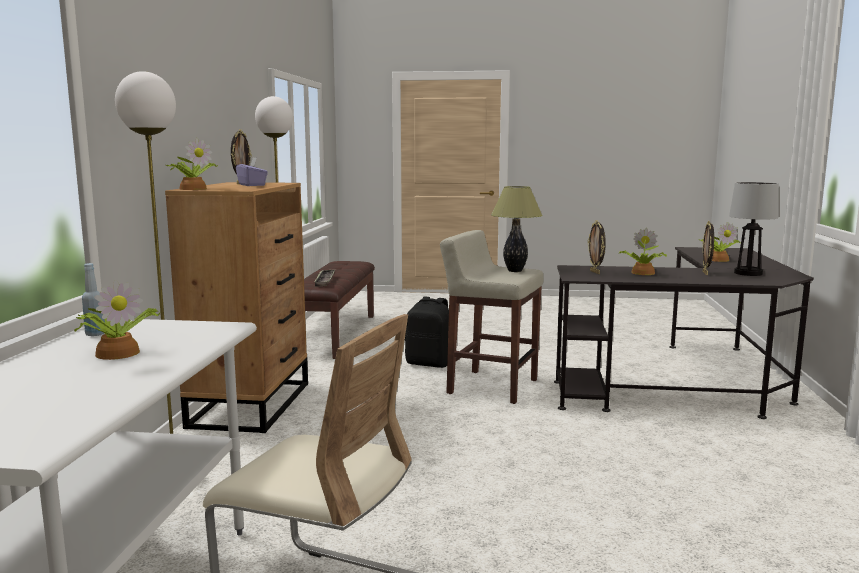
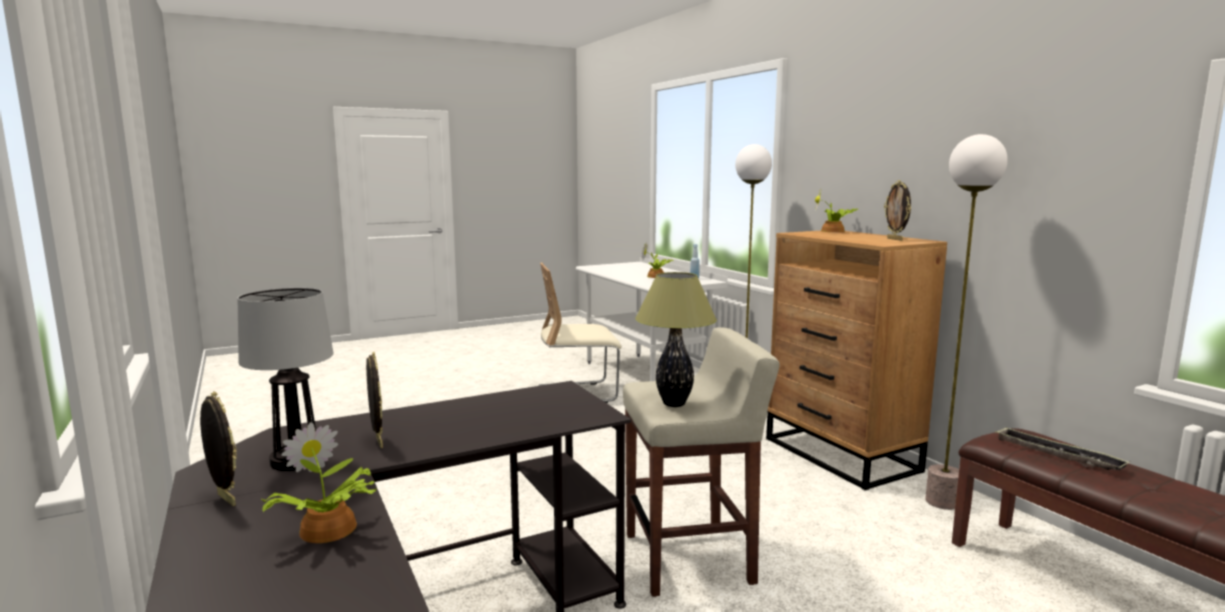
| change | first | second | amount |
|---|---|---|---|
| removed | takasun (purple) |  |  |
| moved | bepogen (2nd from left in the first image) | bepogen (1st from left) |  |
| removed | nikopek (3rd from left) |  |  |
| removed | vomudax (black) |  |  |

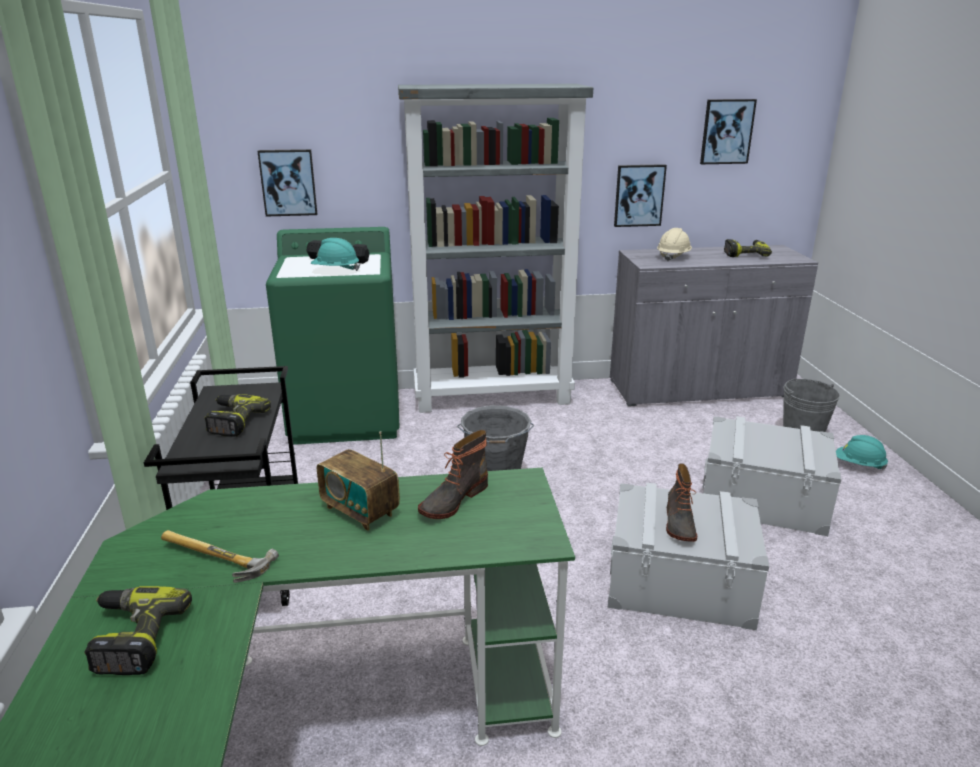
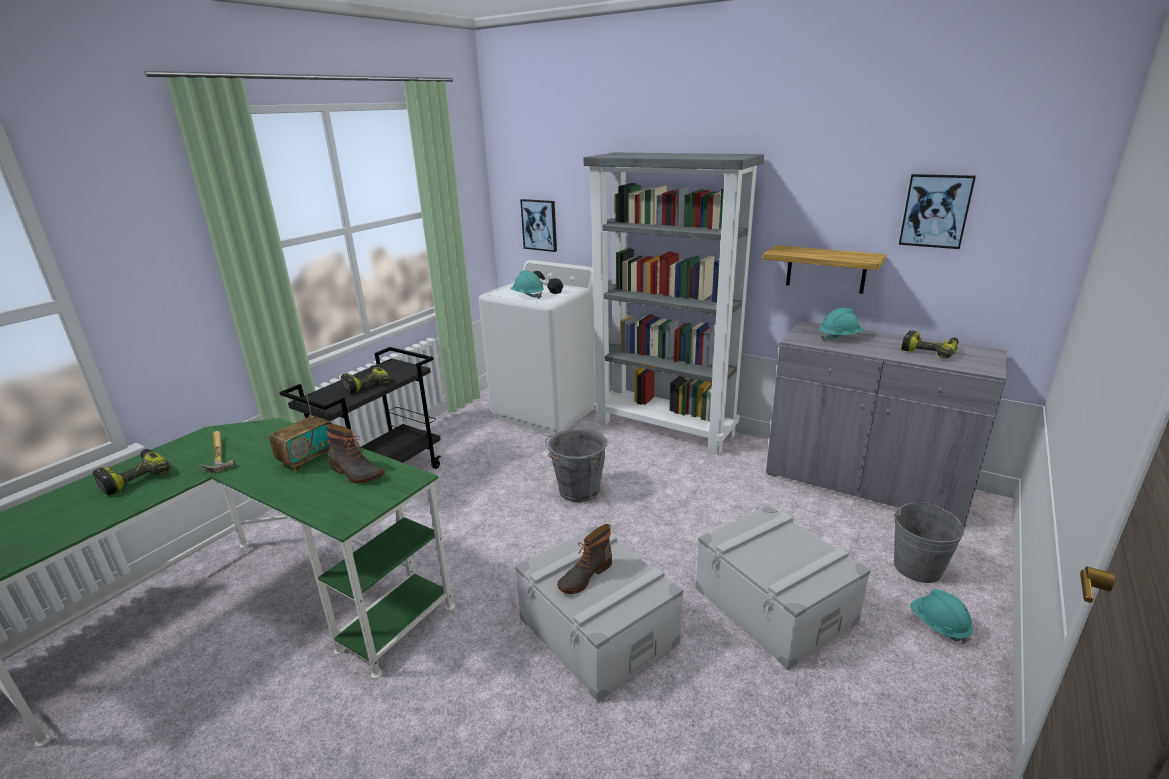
| change | first | second | amount |
|---|---|---|---|
| replaced | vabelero (2nd from left) | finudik |  |
| recoloured | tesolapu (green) | tesolapu (white) |  |
| recoloured | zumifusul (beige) | zumifusul (turquoise) (2nd from left) |  |
| turned | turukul (1st from left) |  | 135 degrees counterclockwise |
| turned | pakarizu |  | 135 degrees counterclockwise |

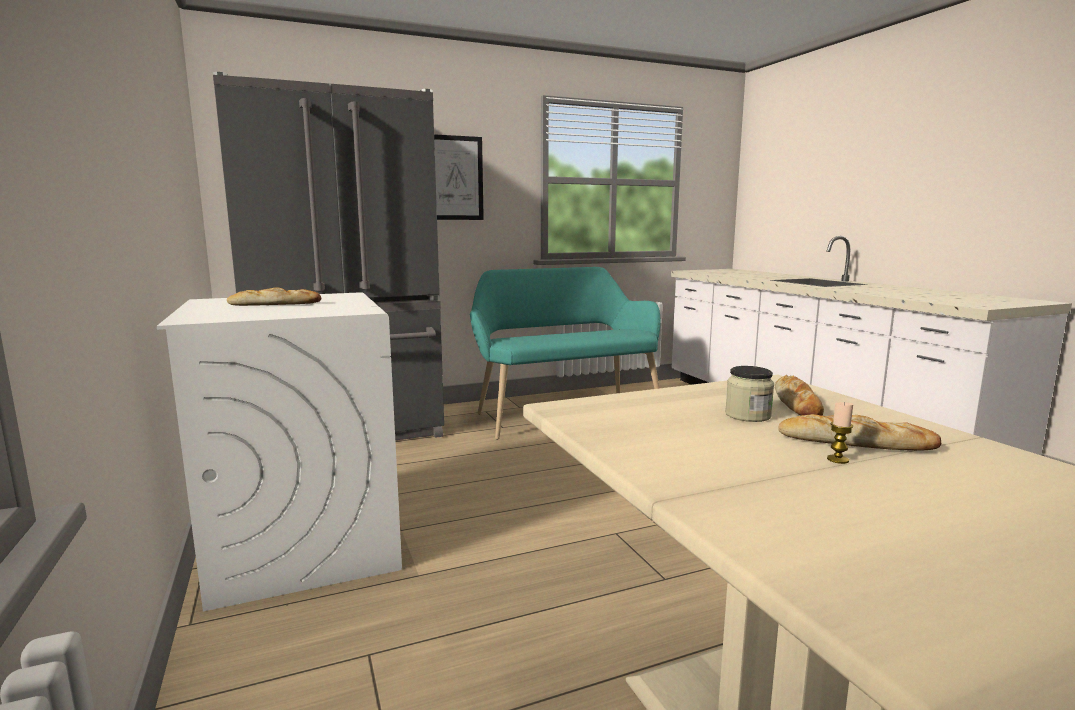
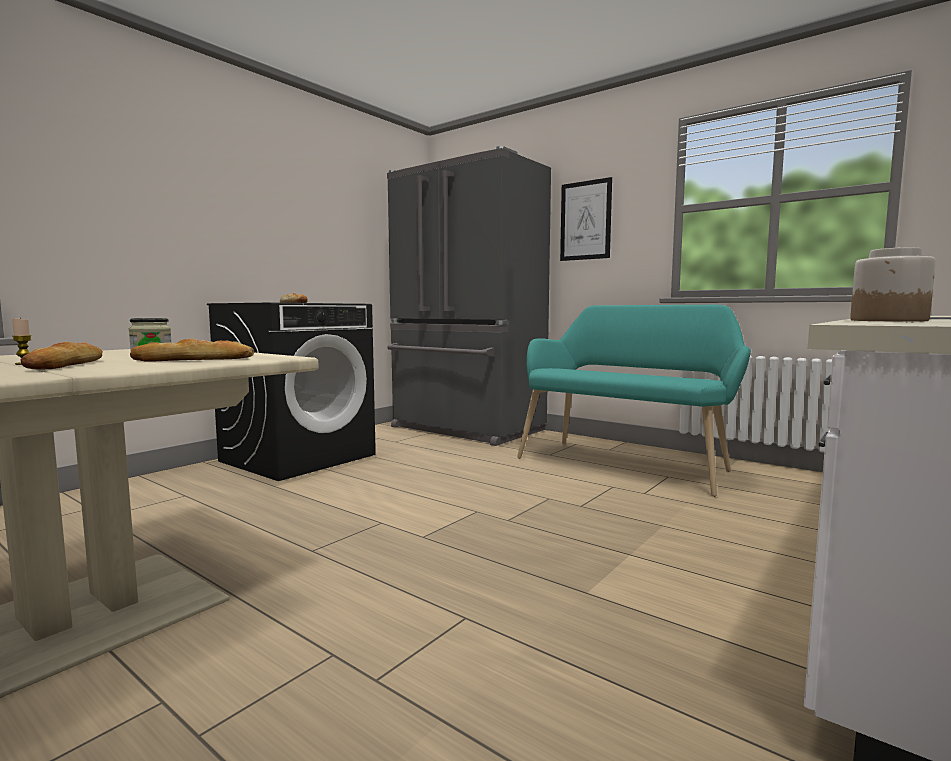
| change | first | second | amount |
|---|---|---|---|
| recoloured | tesolapu (white) | tesolapu (black) |  |
| added |  | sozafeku (2nd from left) |  |

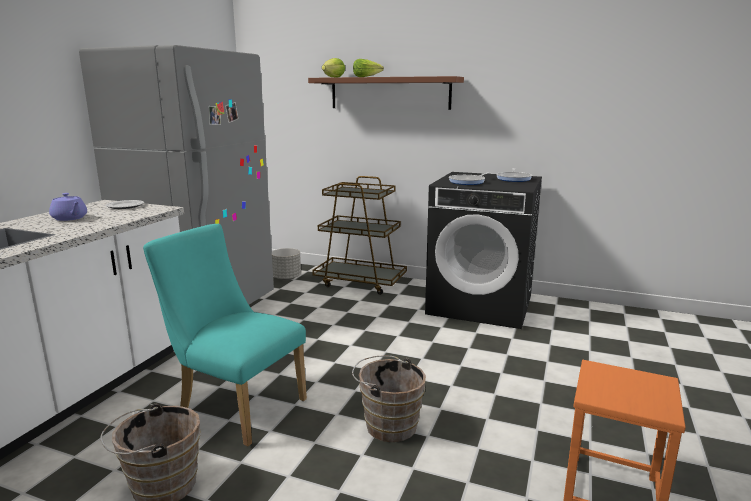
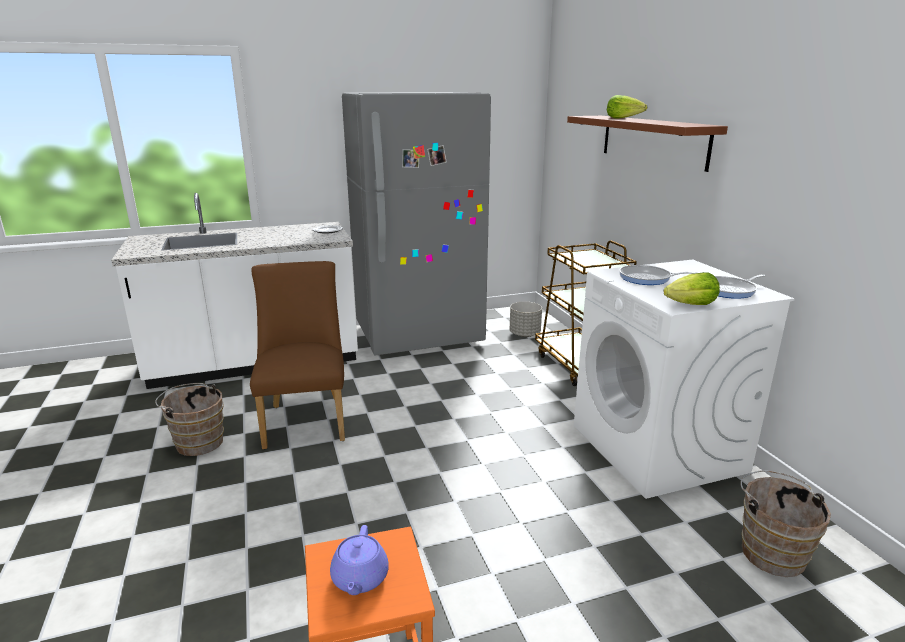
| change | first | second | amount |
|---|---|---|---|
| moved | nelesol (1st from left in the first image) | nelesol (2nd from left) |  |
| recoloured | tesolapu (black) | tesolapu (white) |  |
| moved | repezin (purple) |  |  |
| recoloured | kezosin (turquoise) | kezosin (brown) |  |
| moved | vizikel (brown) (2nd from left) |  |  |

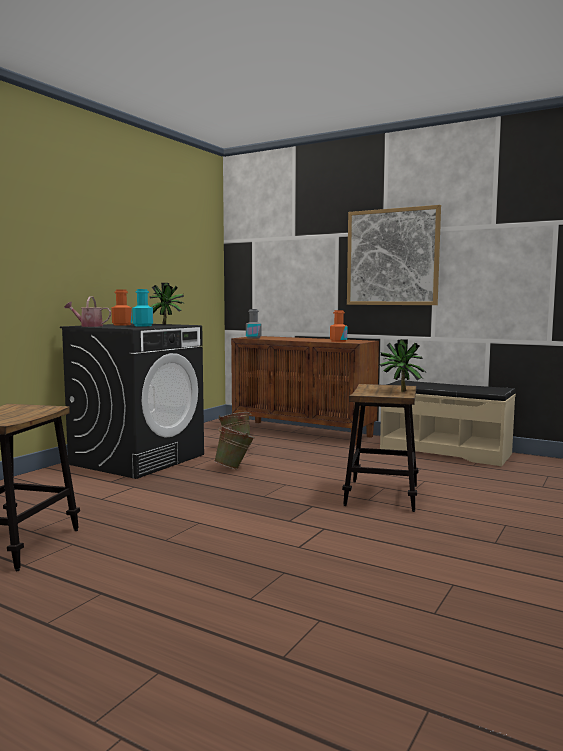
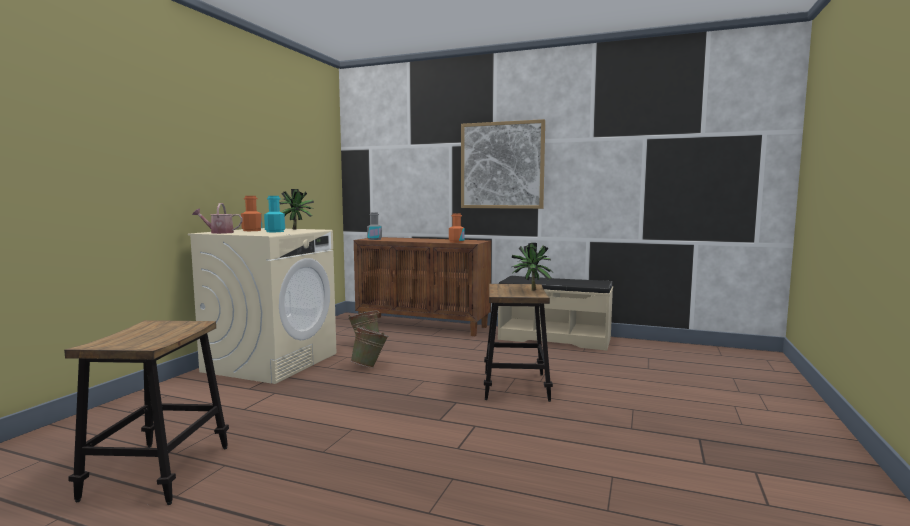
| change | first | second | amount |
|---|---|---|---|
| recoloured | tesolapu (black) | tesolapu (beige) |  |

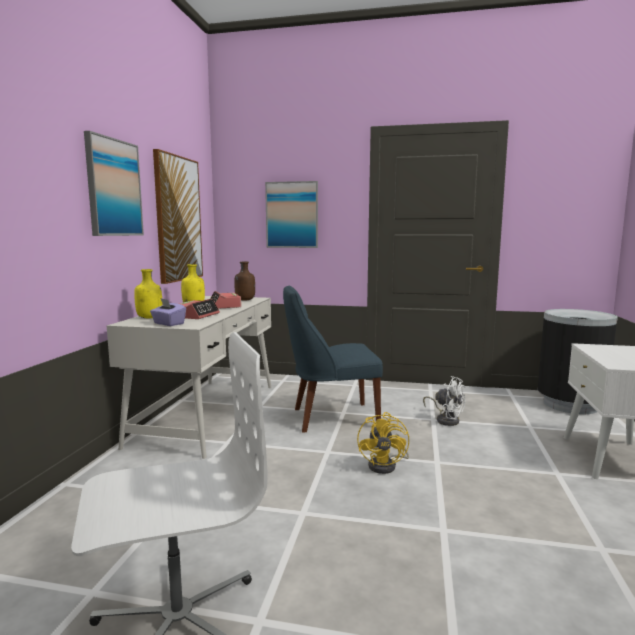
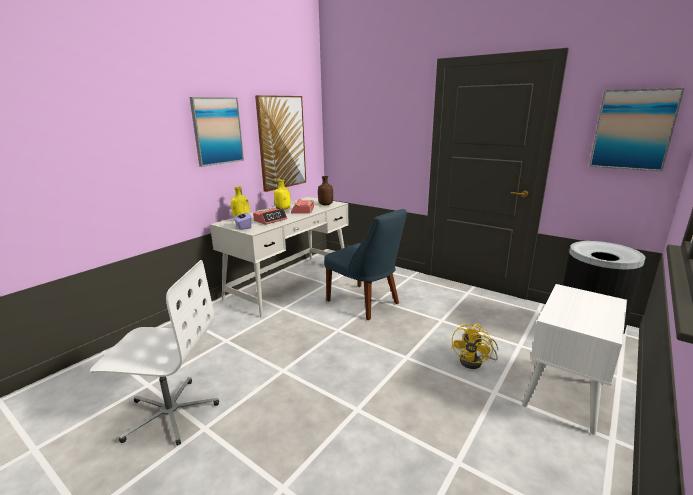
| change | first | second | amount |
|---|---|---|---|
| moved | vabelero (3rd from left) |  |  |
| turned | kezosin (blue) |  | 150 degrees counterclockwise |
| removed | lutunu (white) |  |  |
| moved | lutunu (yellow) |  |  |

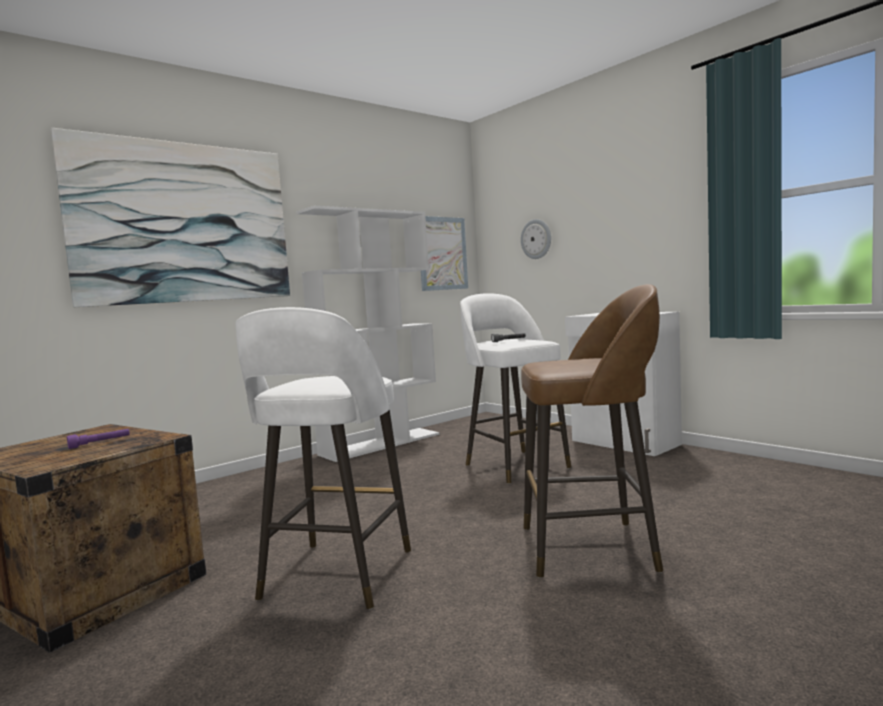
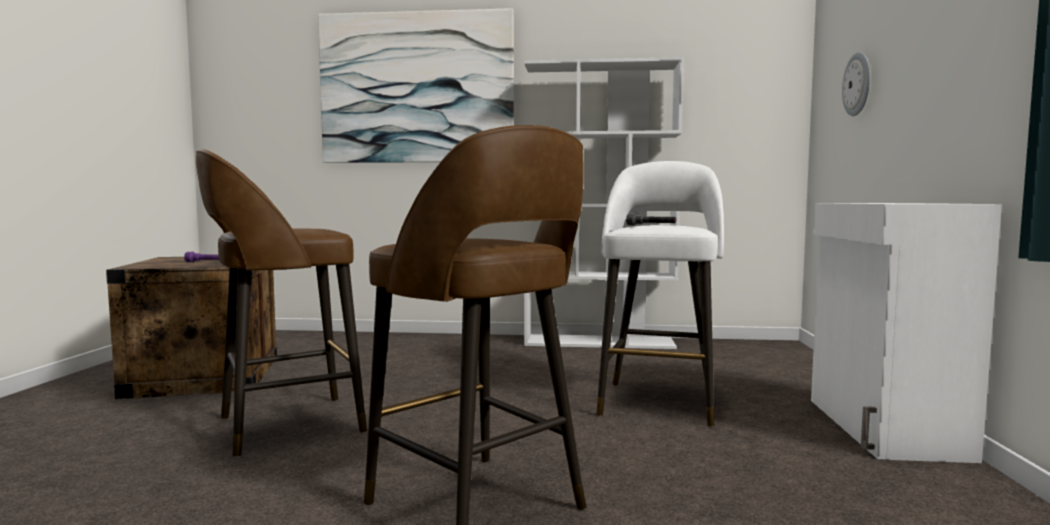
| change | first | second | amount |
|---|---|---|---|
| removed | vabelero (2nd from left) |  |  |
| recoloured | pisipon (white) (1st from left) | pisipon (brown) (1st from left) |  |

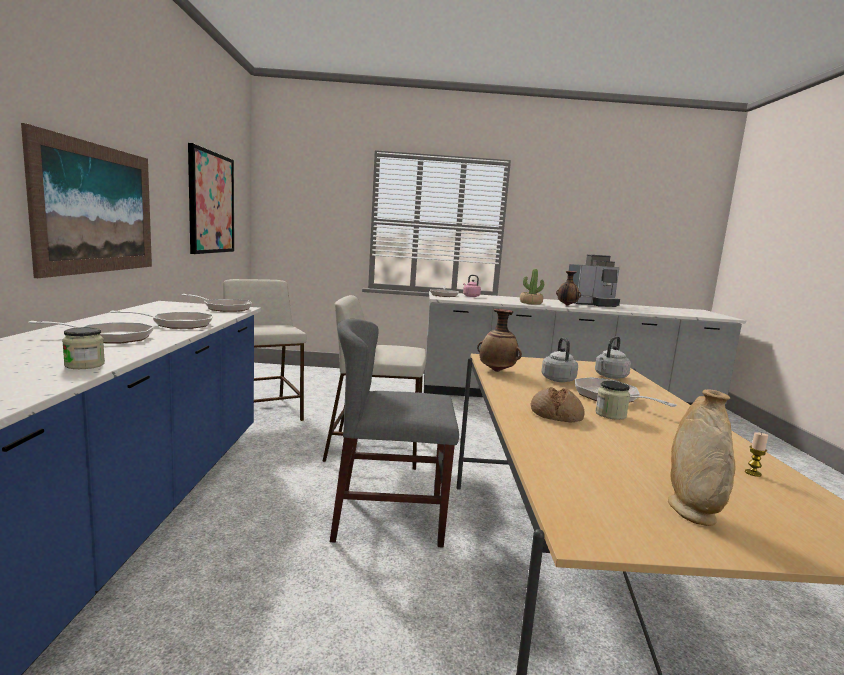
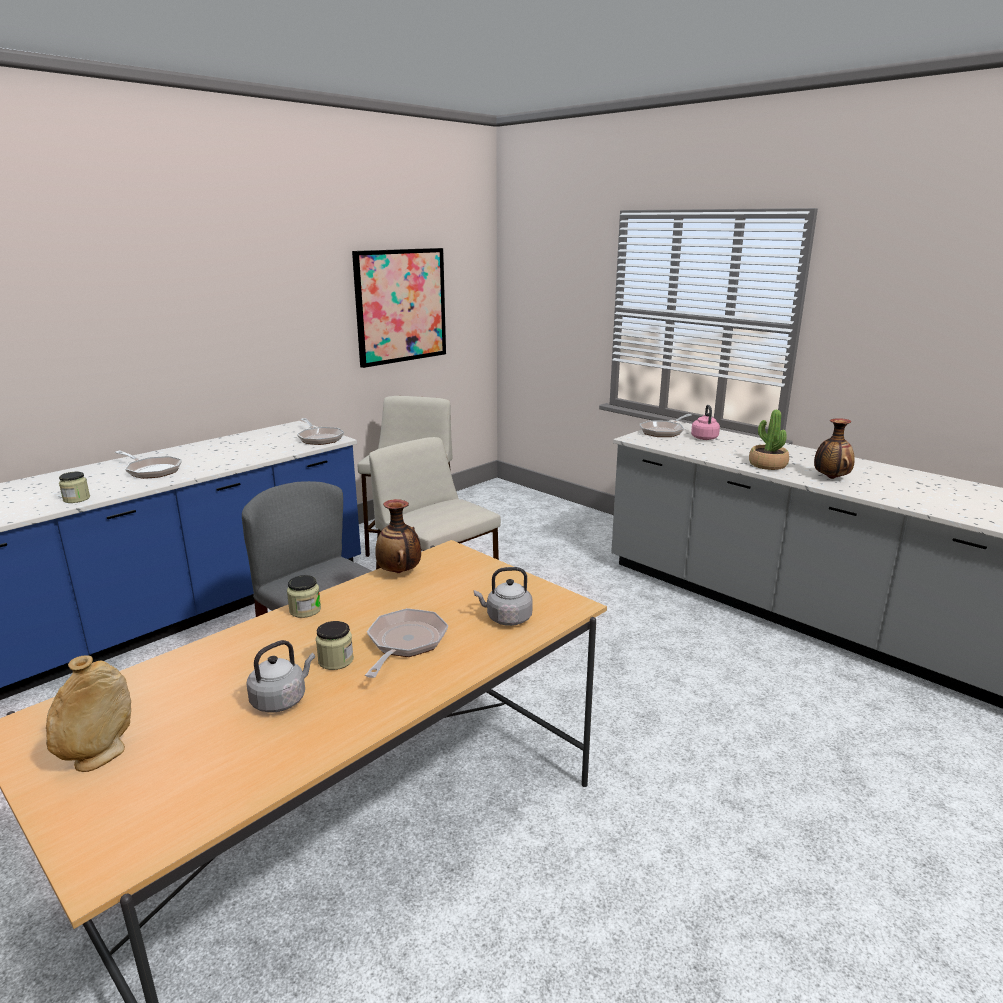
| change | first | second | amount |
|---|---|---|---|
| removed | vabelero (1st from left) |  |  |
| removed | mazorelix |  |  |
| removed | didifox (2nd from left) |  |  |
| moved | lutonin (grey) (1st from left) |  |  |
| removed | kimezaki |  |  |
| removed | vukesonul |  |  |
| added |  | sozafeku (2nd from left) |  |

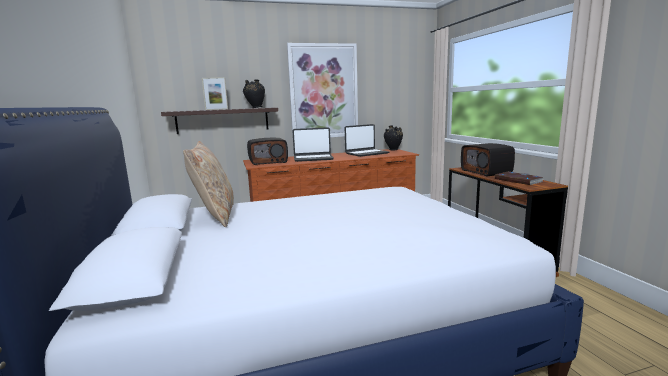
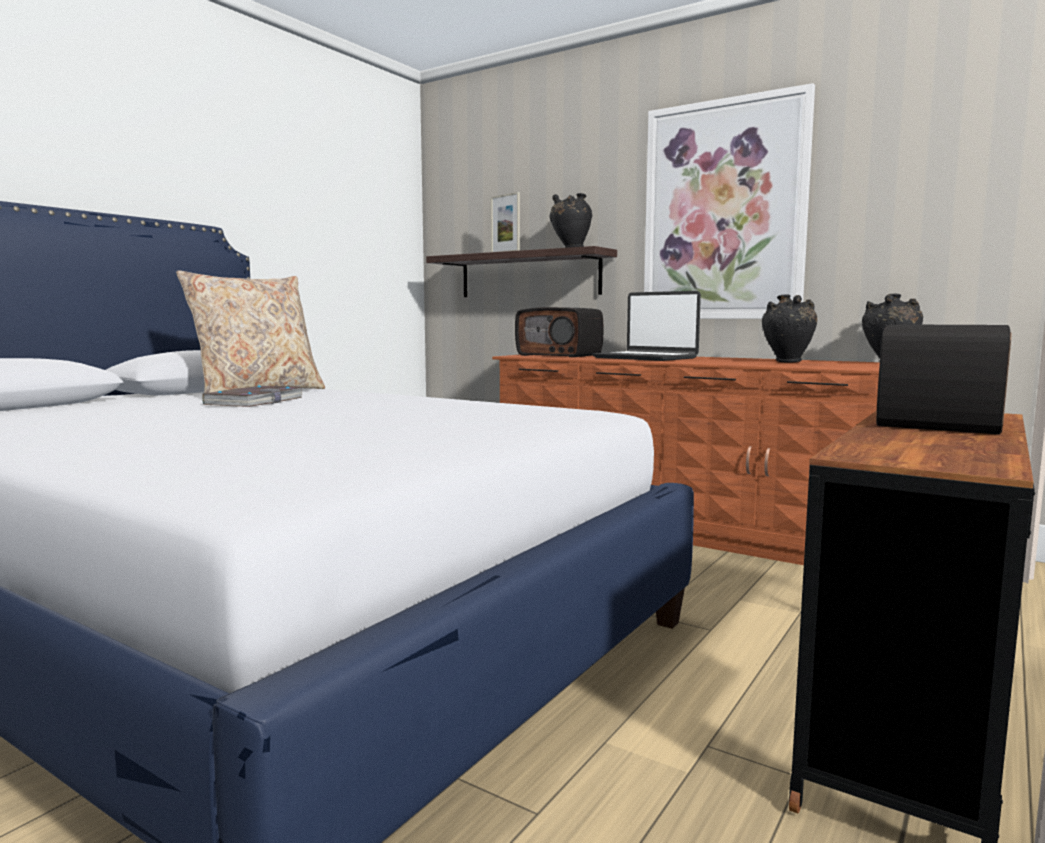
| change | first | second | amount |
|---|---|---|---|
| replaced | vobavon (2nd from left) | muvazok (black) (2nd from left) |  |
| moved | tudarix |  |  |

